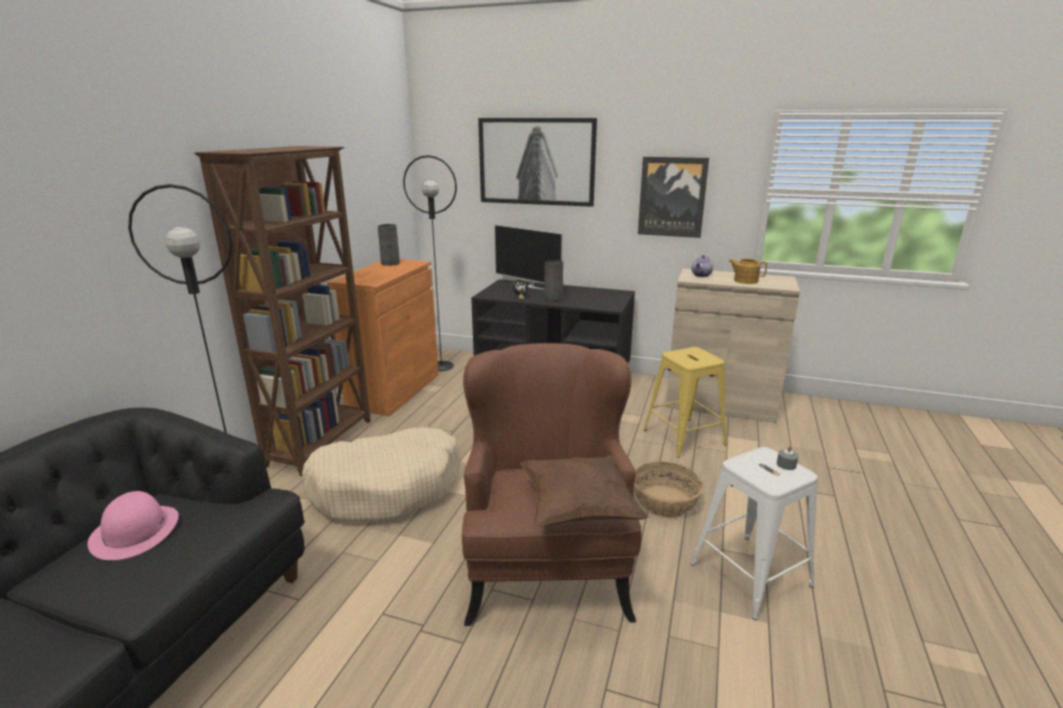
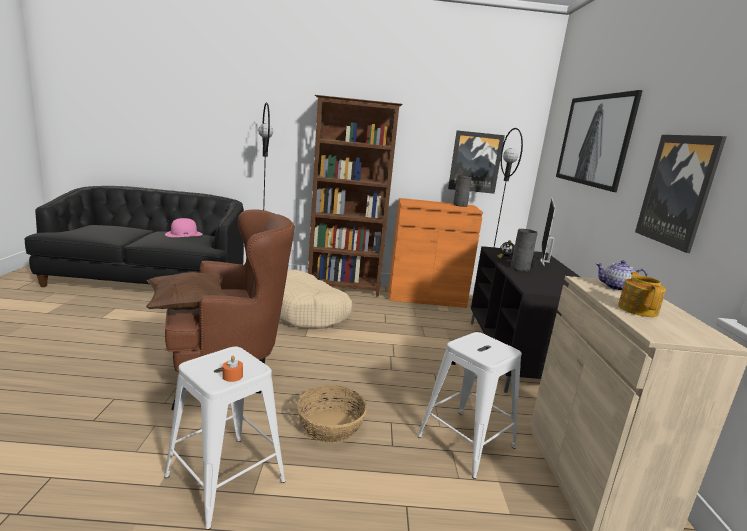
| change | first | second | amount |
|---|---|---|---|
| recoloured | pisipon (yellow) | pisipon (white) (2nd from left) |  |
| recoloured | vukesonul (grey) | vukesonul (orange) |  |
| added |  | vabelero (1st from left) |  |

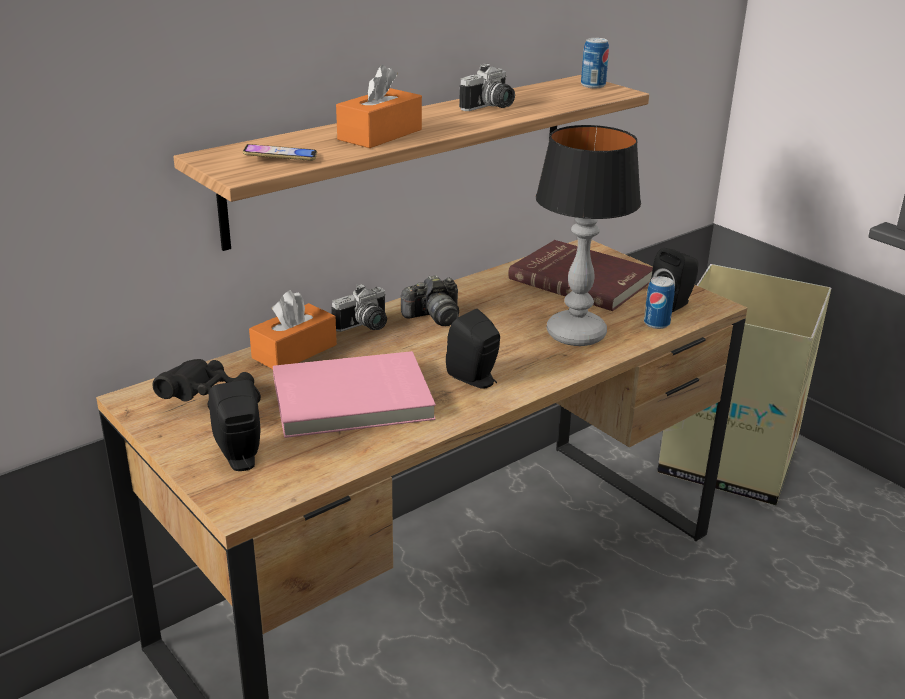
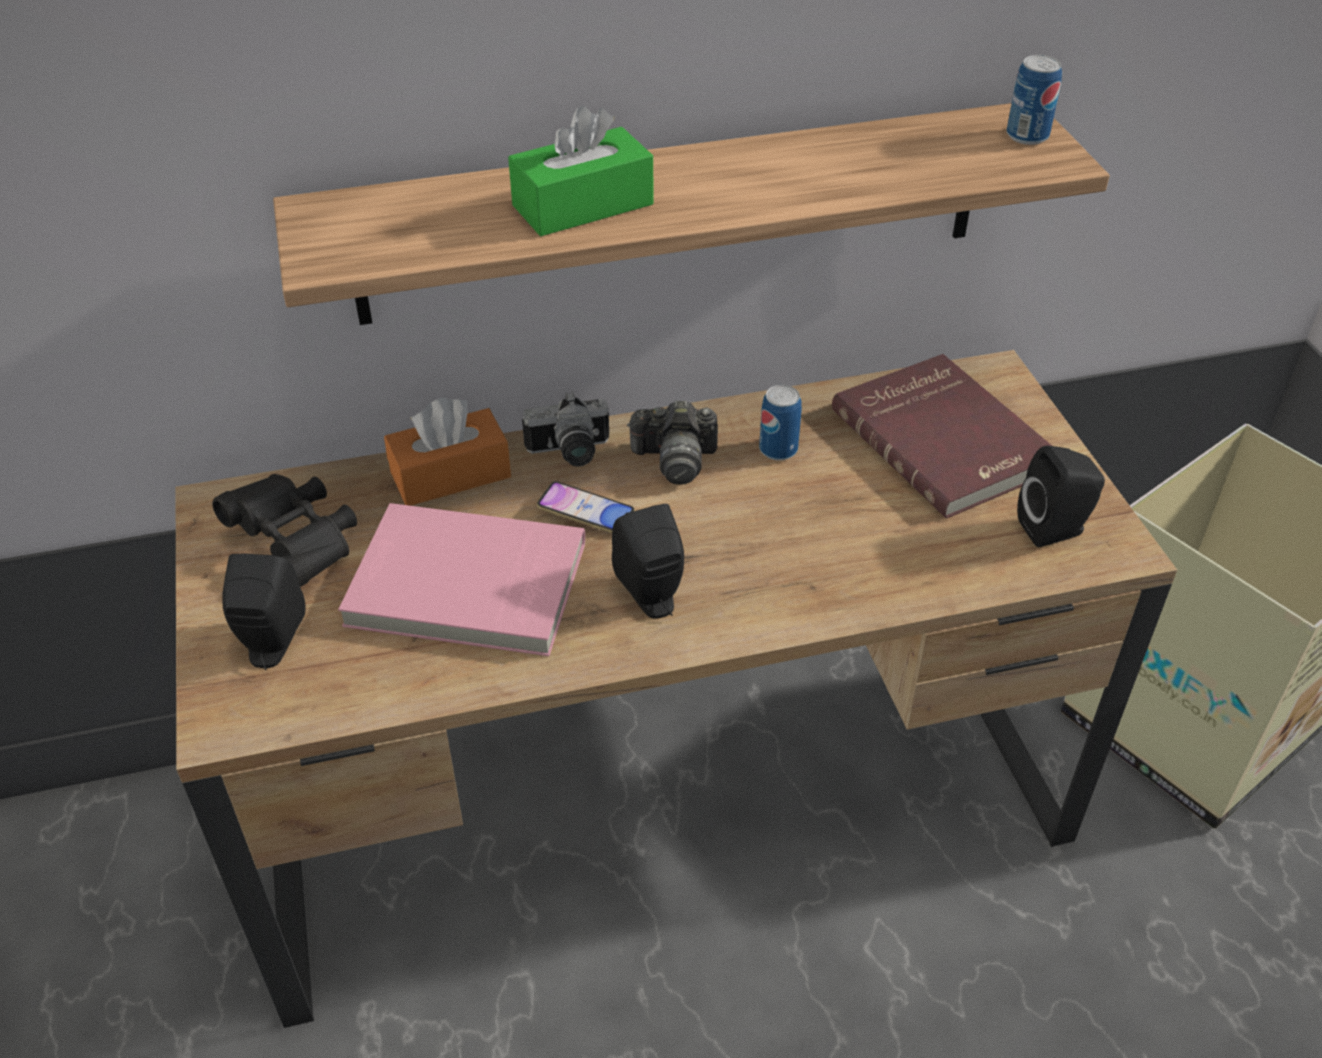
| change | first | second | amount |
|---|---|---|---|
| removed | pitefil (3rd from left) |  |  |
| recoloured | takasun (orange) (2nd from left) | takasun (green) |  |
| removed | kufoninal |  |  |
| moved | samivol |  |  |
| moved | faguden (2nd from left in the first image) | faguden (1st from left) |  |

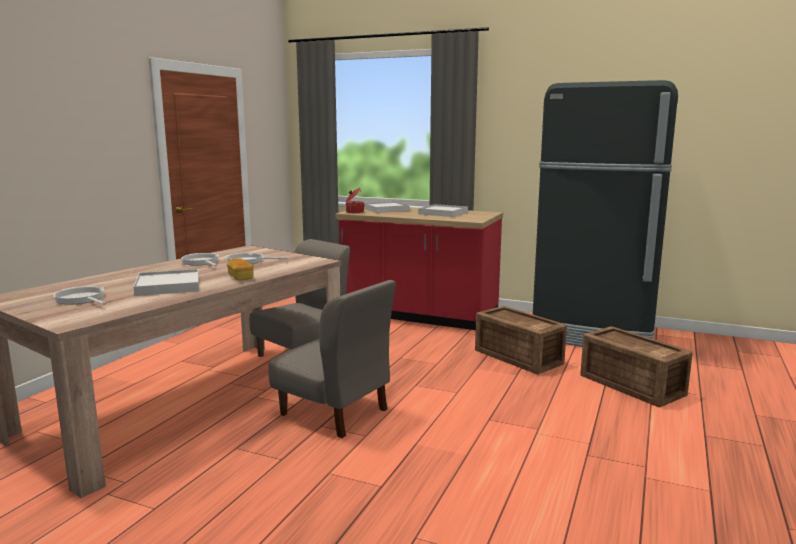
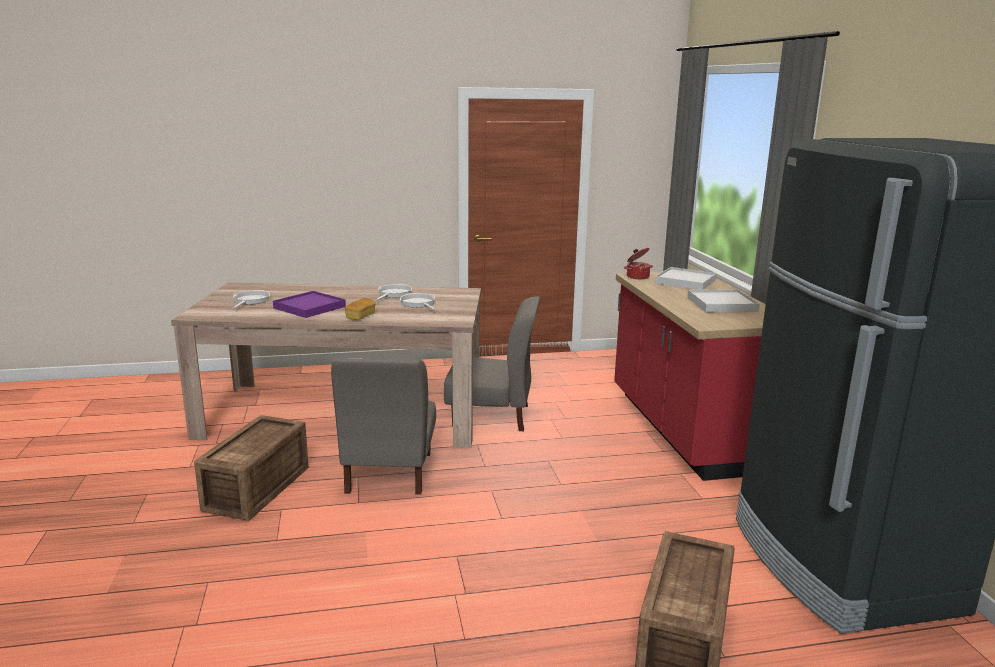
| change | first | second | amount |
|---|---|---|---|
| recoloured | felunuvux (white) (1st from left) | felunuvux (purple) |  |
| moved | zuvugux (1st from left) |  |  |

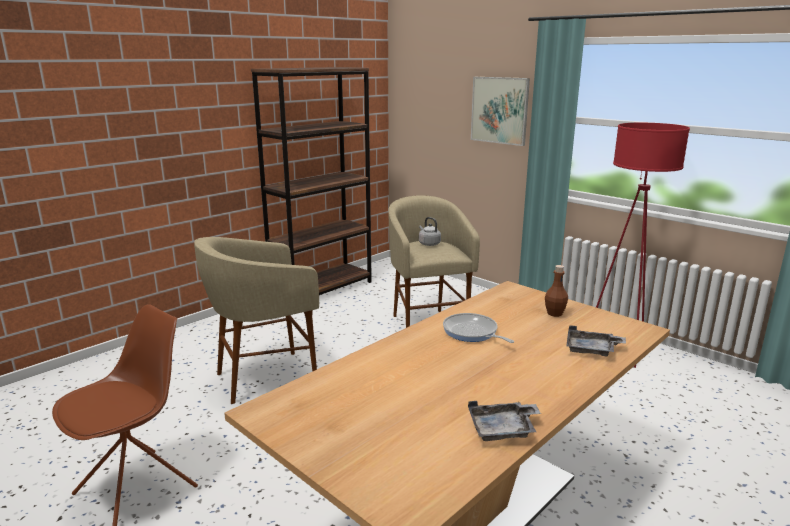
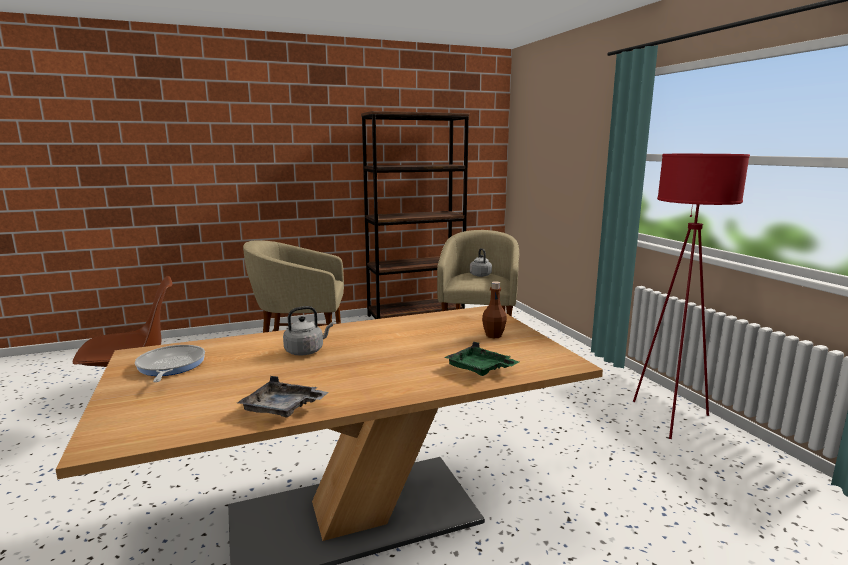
| change | first | second | amount |
|---|---|---|---|
| removed | vabelero |  |  |
| moved | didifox |  |  |
| recoloured | felunuvux (grey) (2nd from left) | felunuvux (green) |  |
| added |  | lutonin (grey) (1st from left) |  |

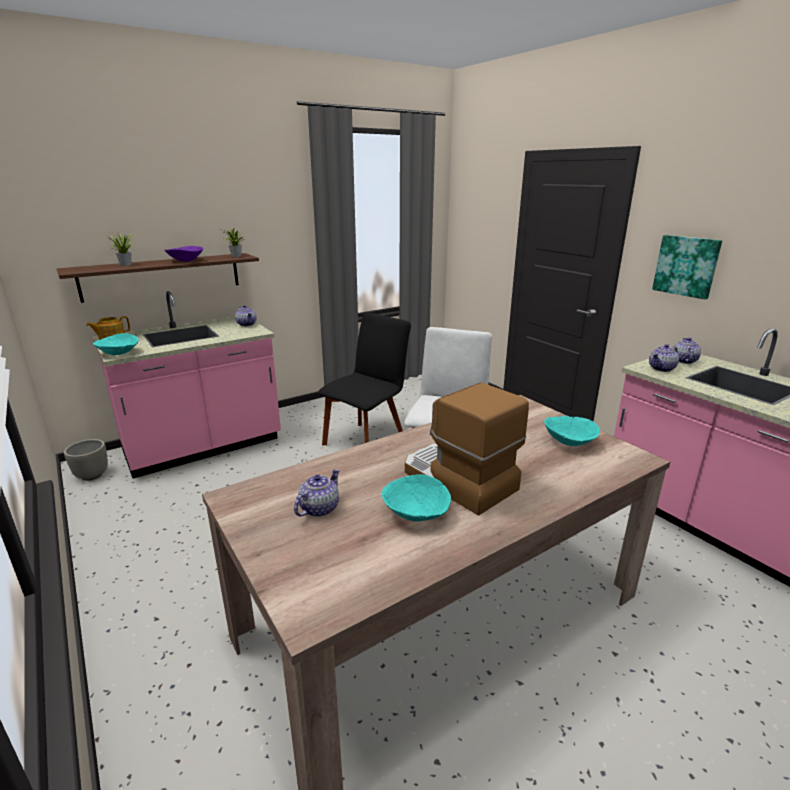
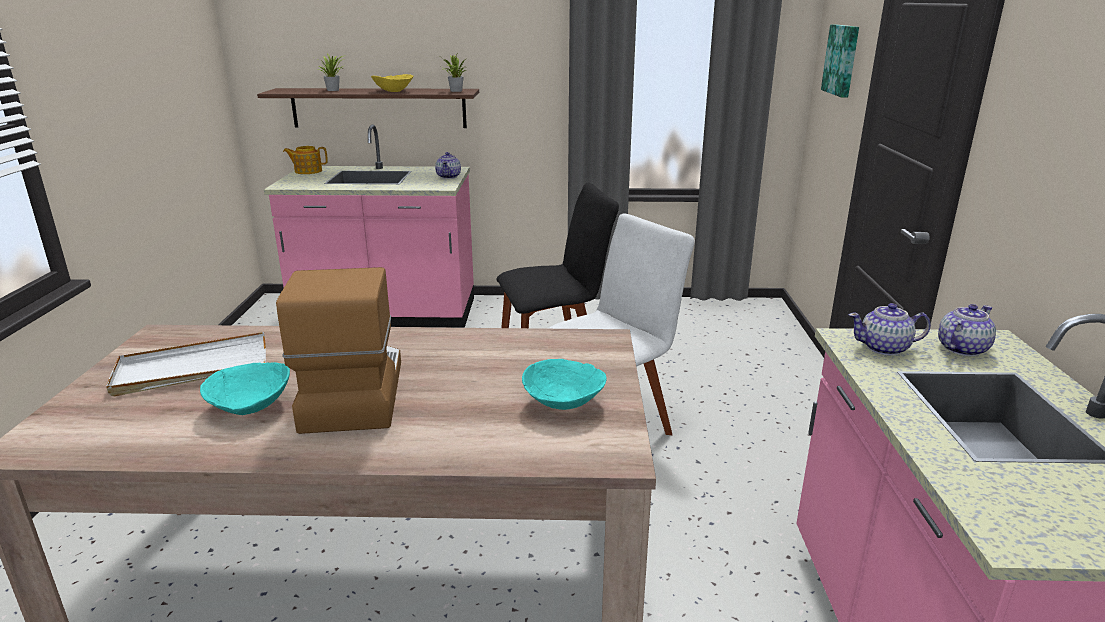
| change | first | second | amount |
|---|---|---|---|
| moved | vabelero |  |  |
| recoloured | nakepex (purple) | nakepex (yellow) |  |
| removed | nakepex (turquoise) (1st from left) |  |  |
| removed | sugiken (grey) |  |  |
| replaced | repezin (3rd from left) | felunuvux (white) |  |

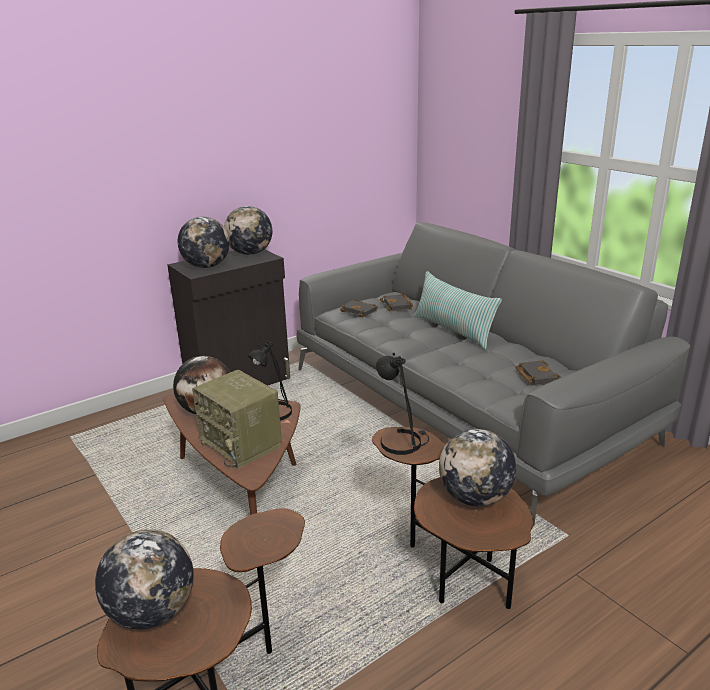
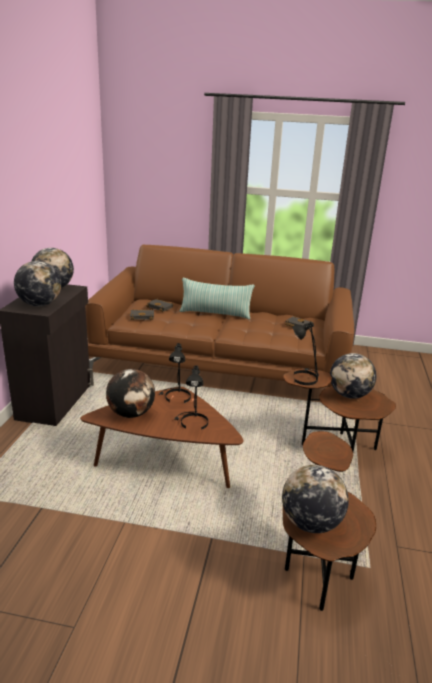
| change | first | second | amount |
|---|---|---|---|
| recoloured | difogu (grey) | difogu (brown) |  |
| replaced | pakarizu | kufoninal (black) (2nd from left) |  |

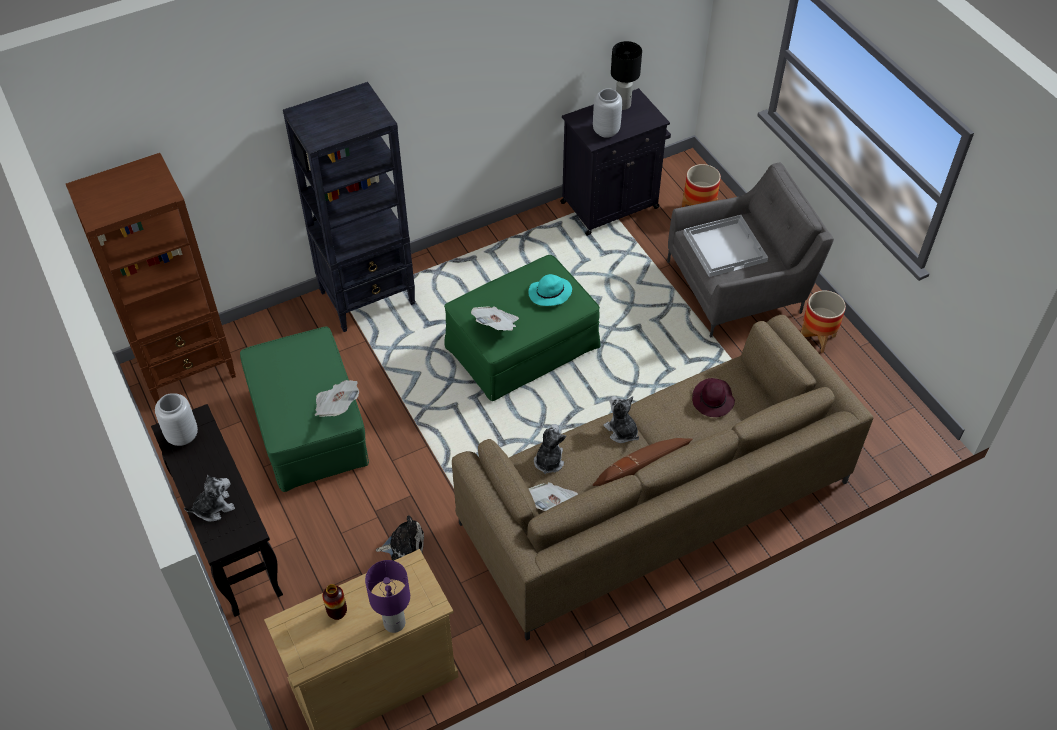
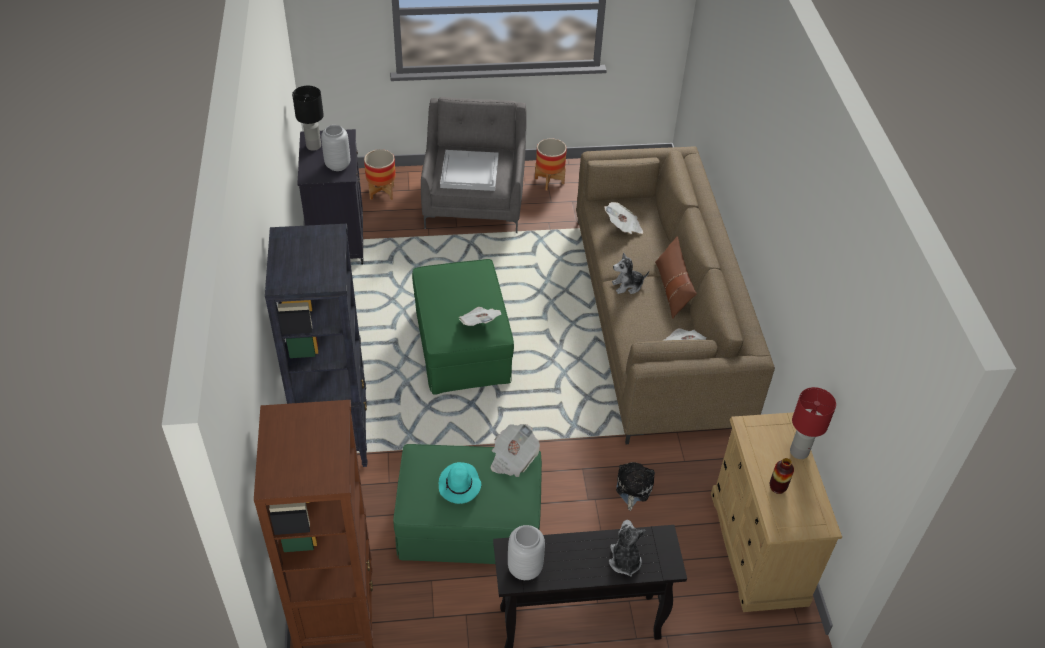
| change | first | second | amount |
|---|---|---|---|
| moved | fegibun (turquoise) |  |  |
| replaced | fegibun (purple) | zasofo (3rd from left) |  |
| removed | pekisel (3rd from left) |  |  |
| recoloured | kufoninal (purple) | kufoninal (red) |  |

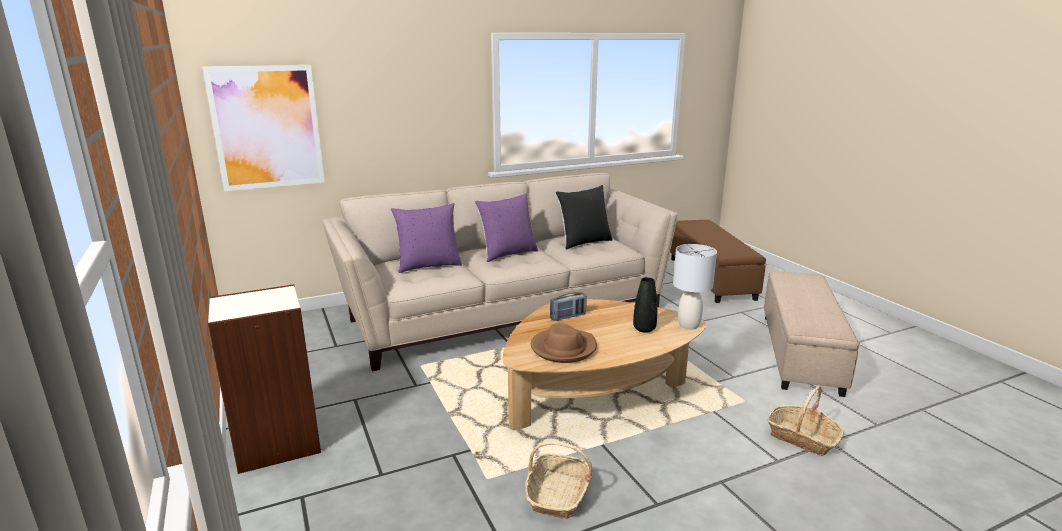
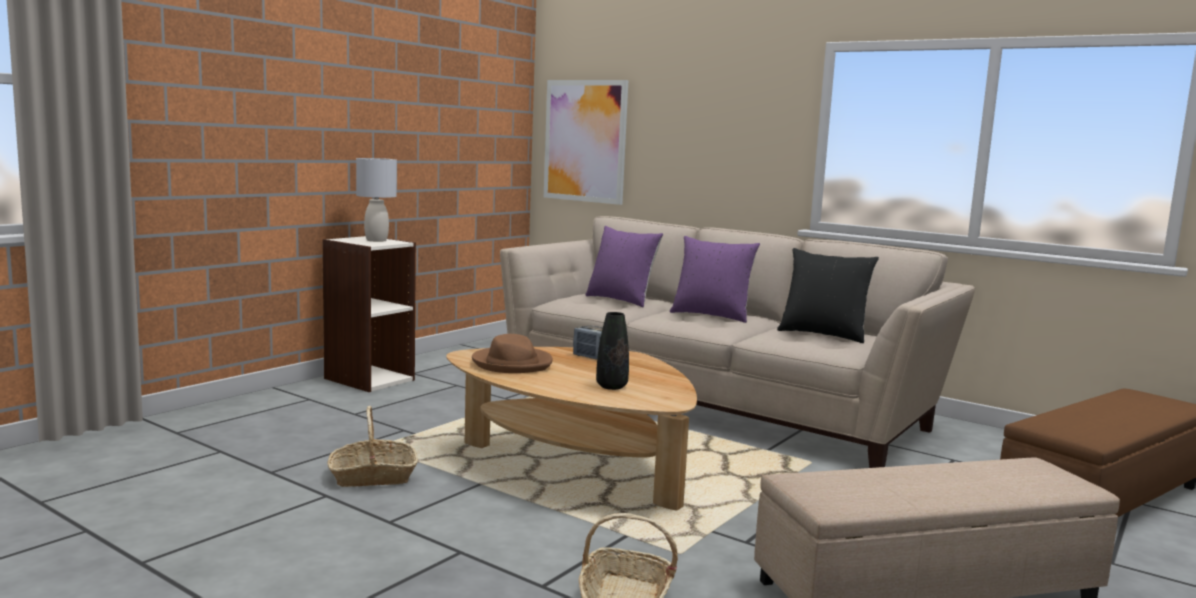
| change | first | second | amount |
|---|---|---|---|
| moved | kufoninal (grey) |  |  |

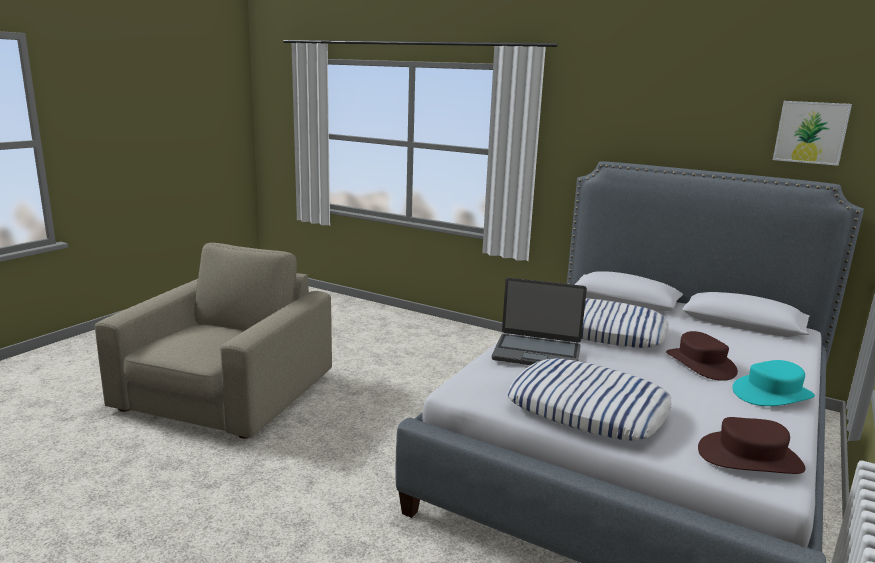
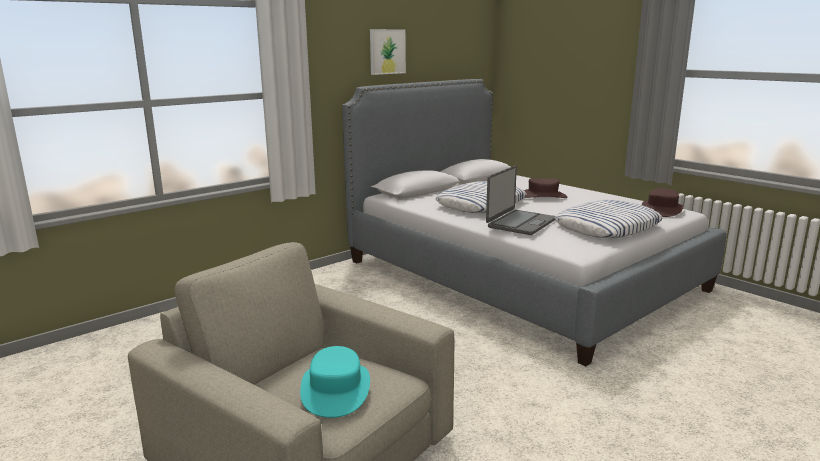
| change | first | second | amount |
|---|---|---|---|
| moved | vabelero |  |  |
| moved | fegibun (turquoise) |  |  |

